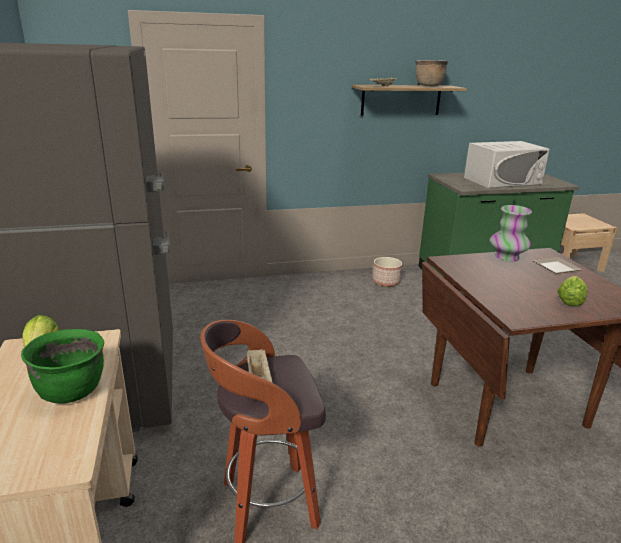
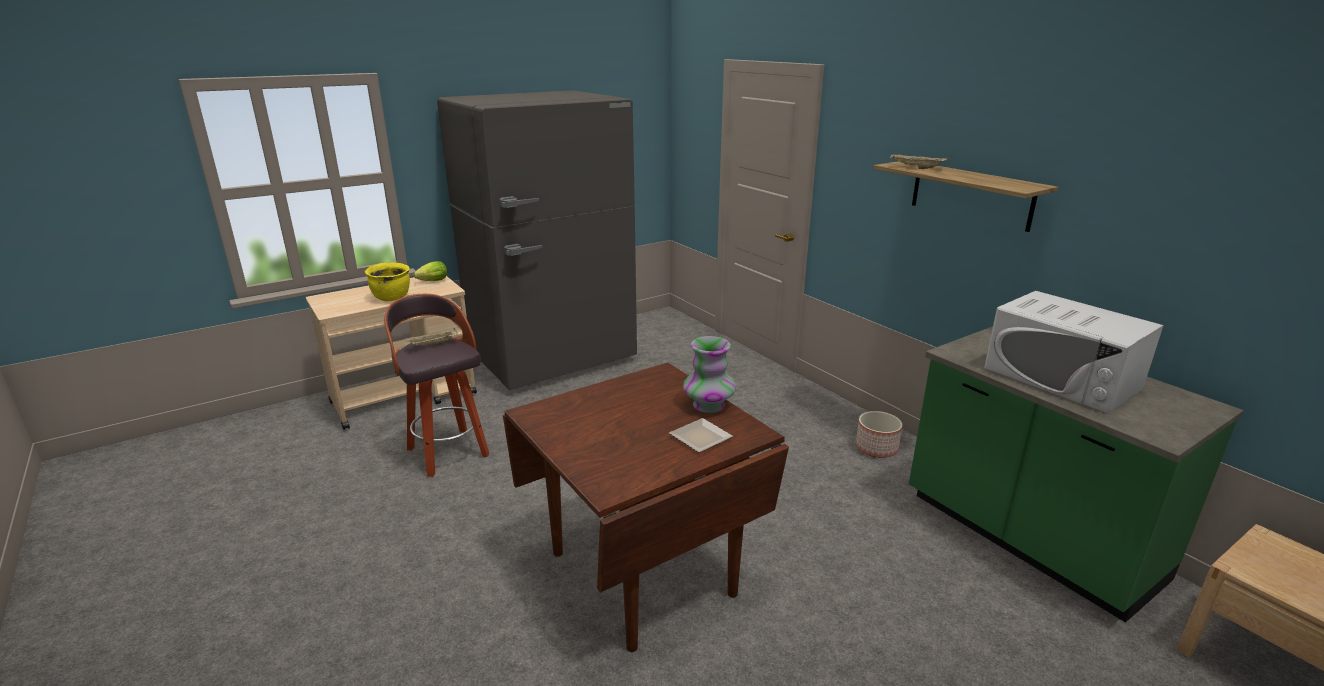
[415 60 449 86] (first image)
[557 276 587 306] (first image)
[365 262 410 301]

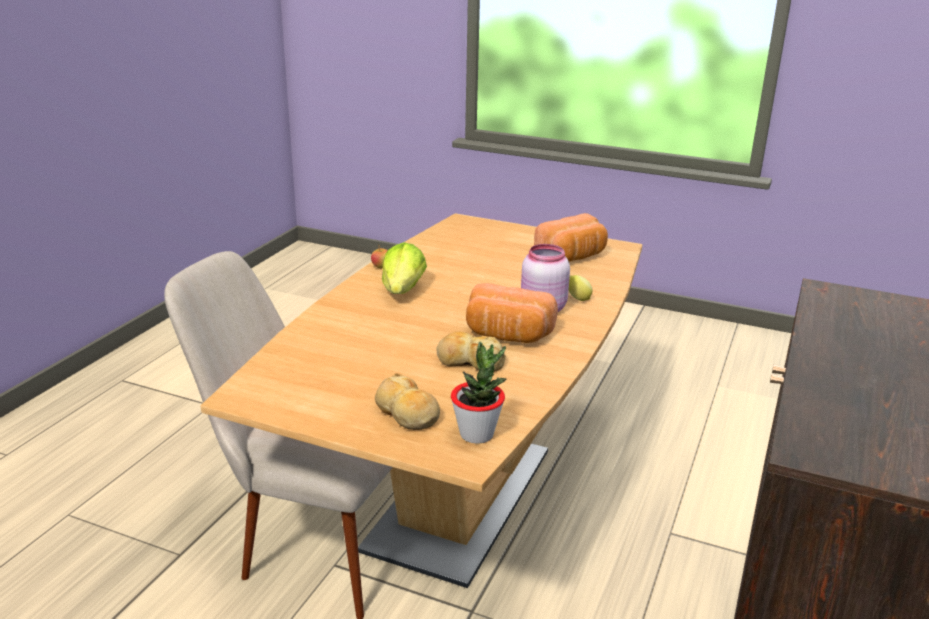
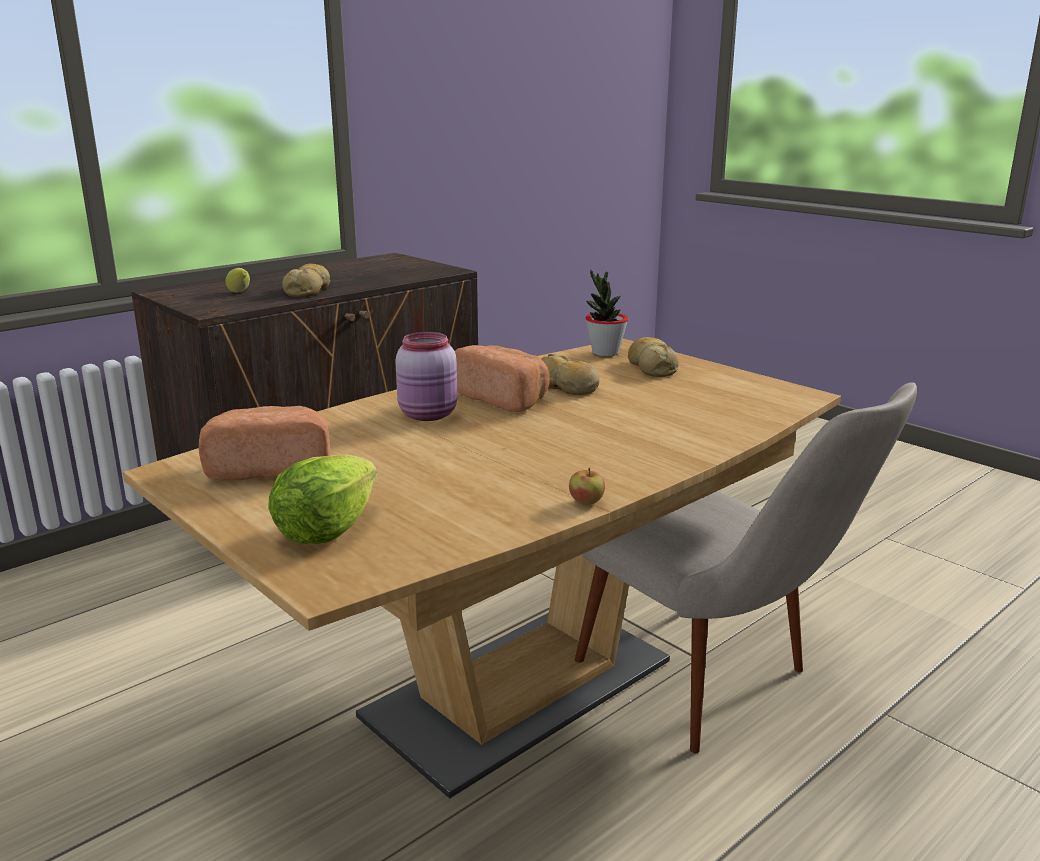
[268 454 377 544]
[225 268 250 293]
[282 264 330 297]

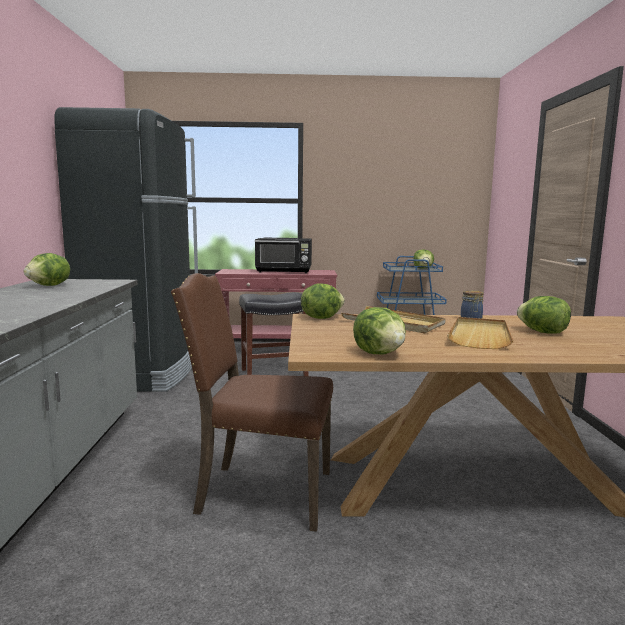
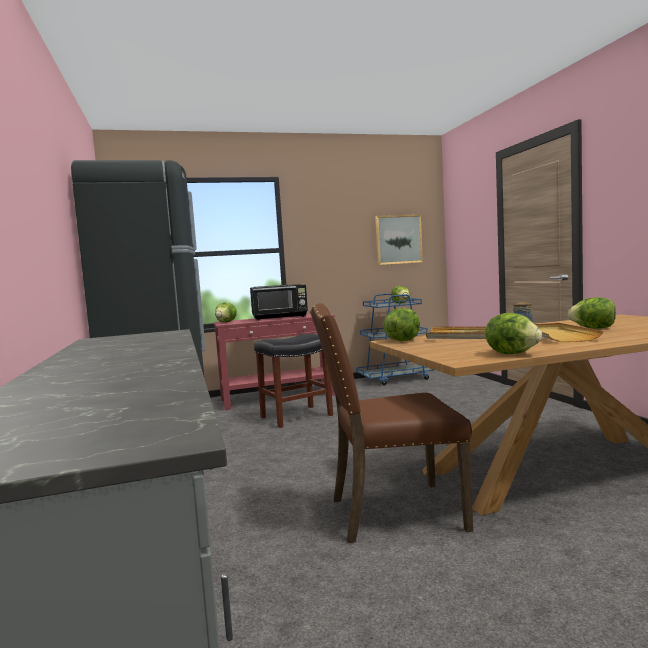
[215 303 237 322]
[375 214 423 265]

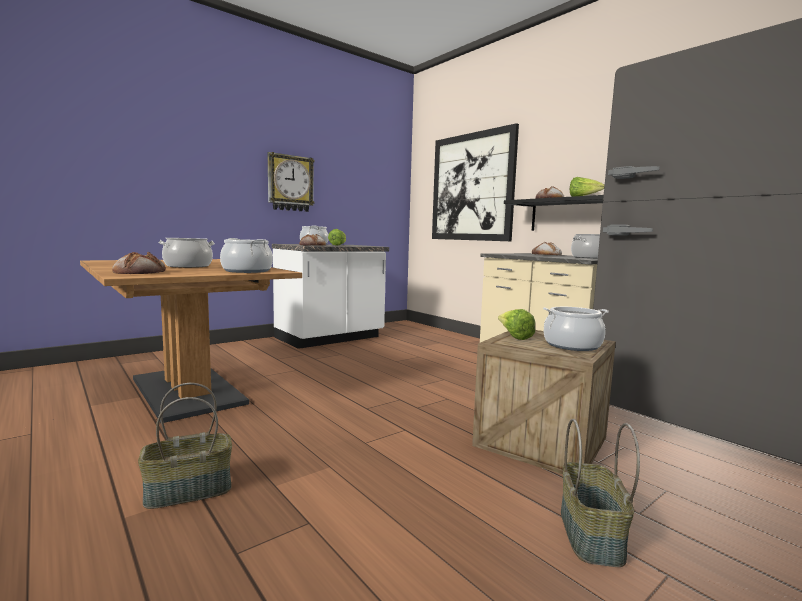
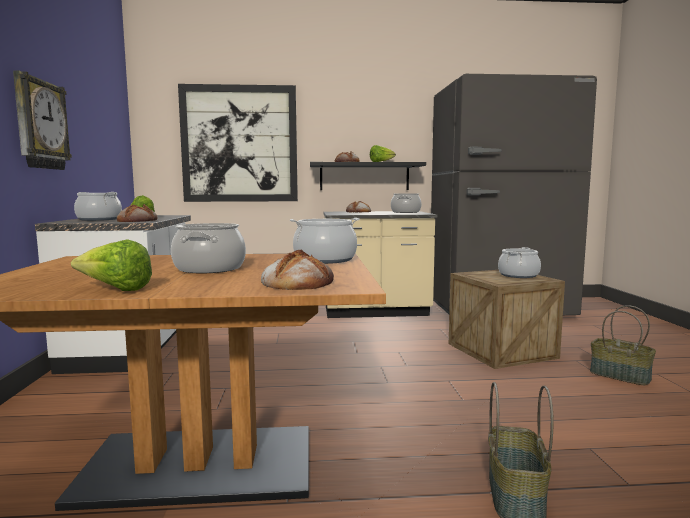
[71 239 152 291]

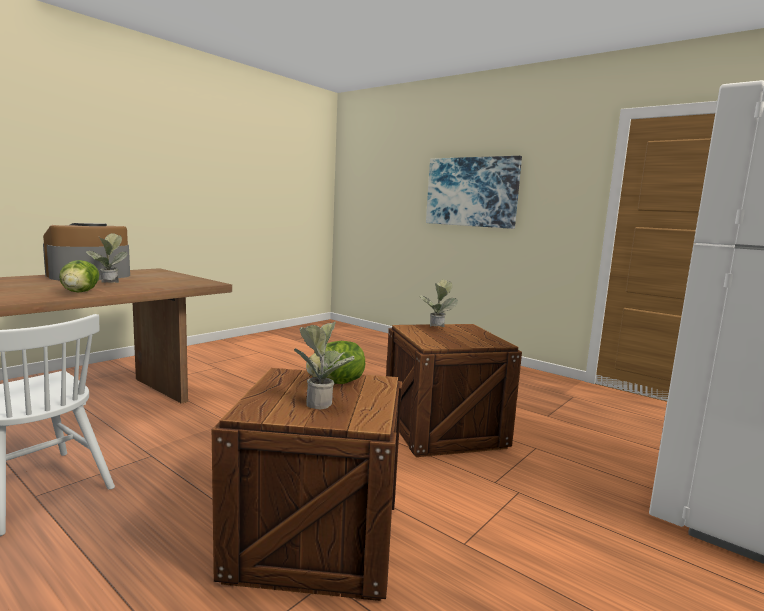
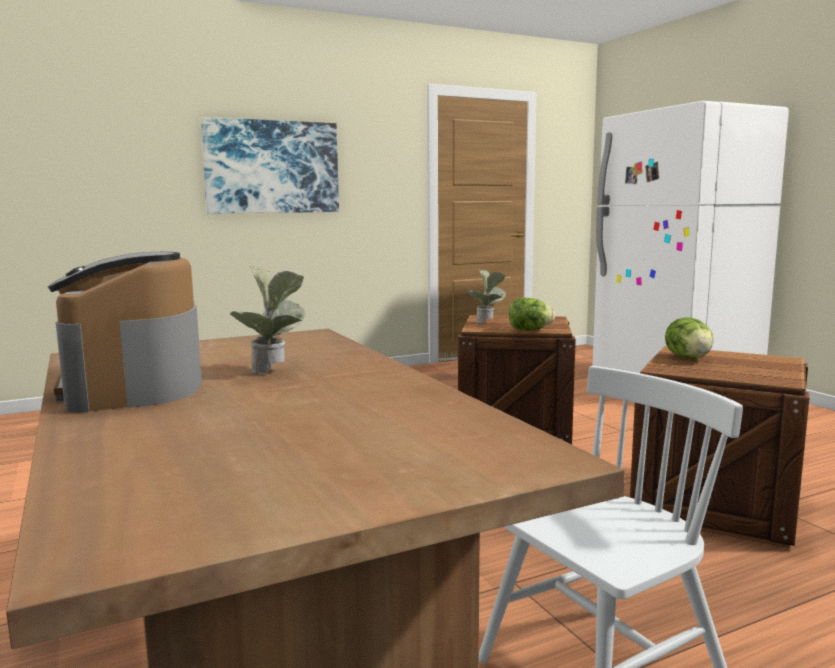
[509 298 555 331]
[294 321 354 409] (first image)

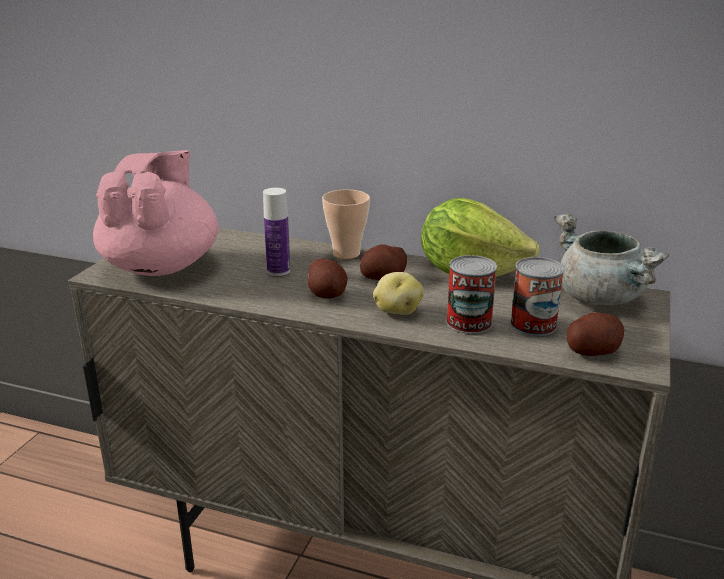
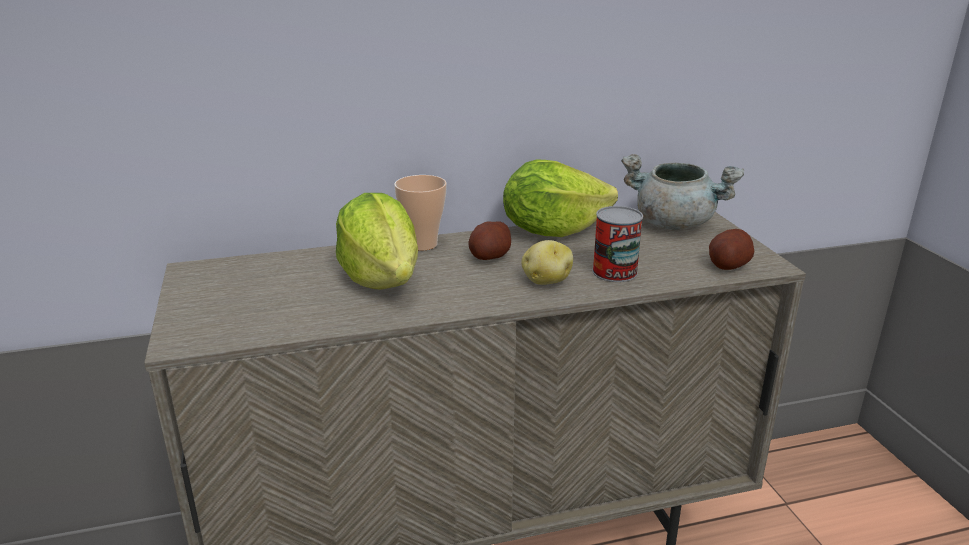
[93 150 218 276] (first image)
[336 193 418 290]
[510 257 564 336] (first image)
[308 259 348 299] (first image)

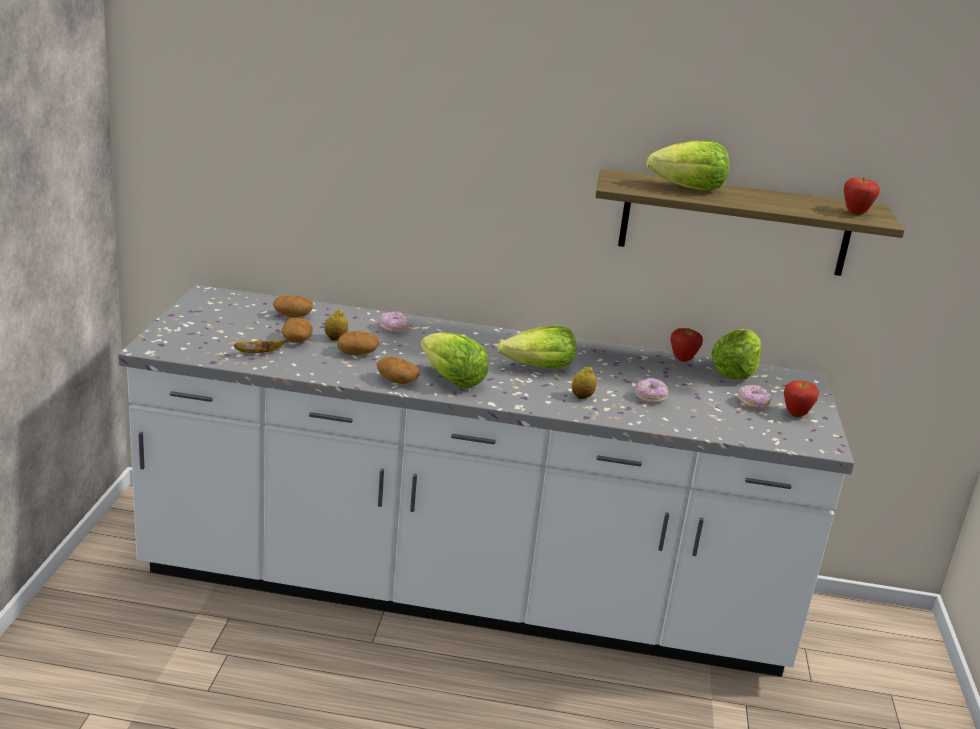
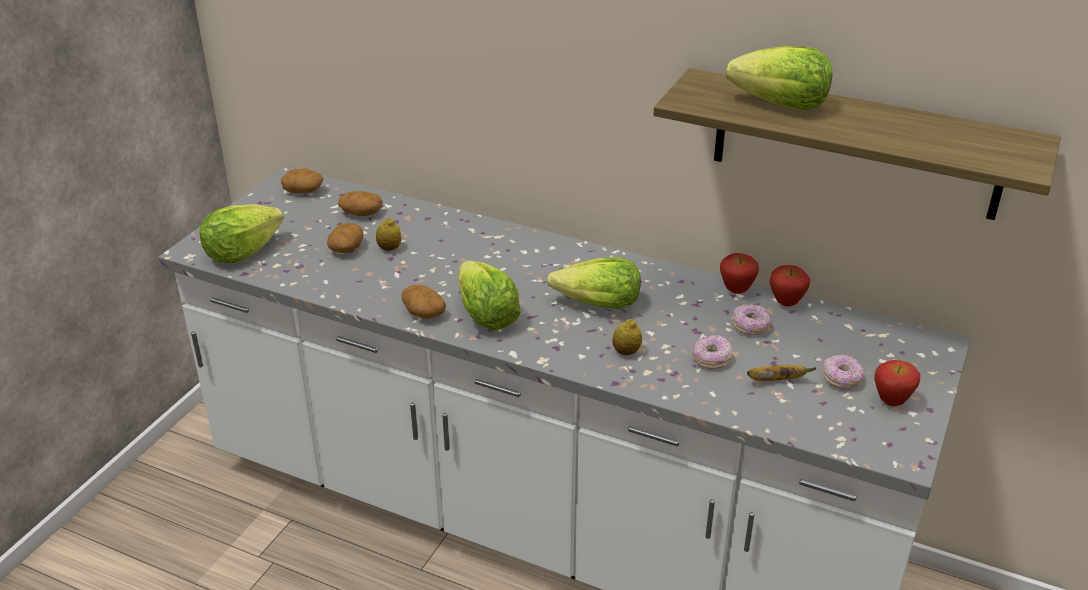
[720 253 759 294]
[733 304 771 335]
[200 204 284 263]
[281 168 323 193]
[747 365 816 381]

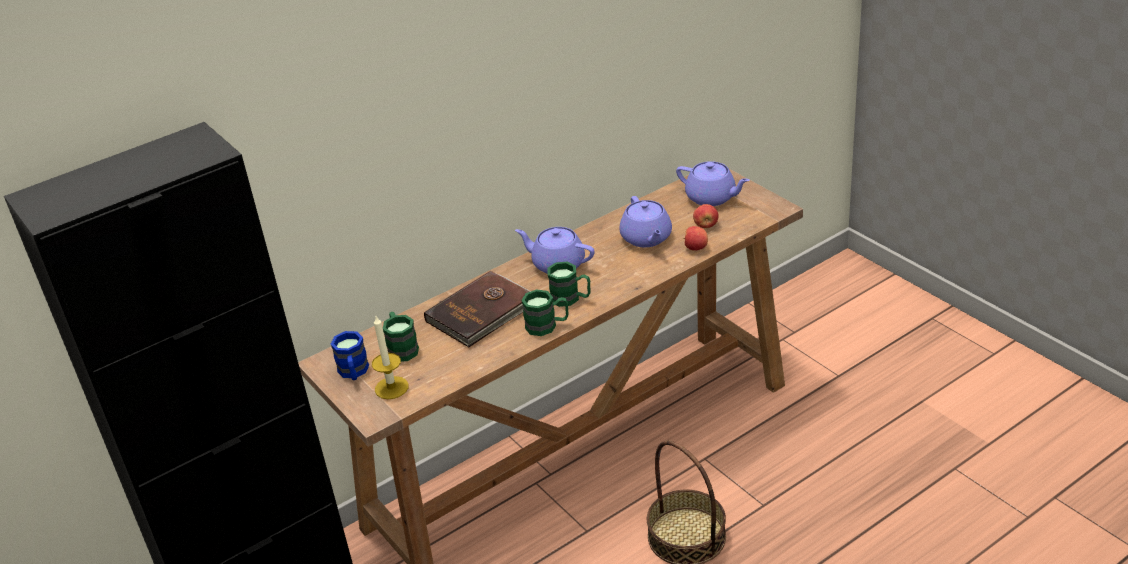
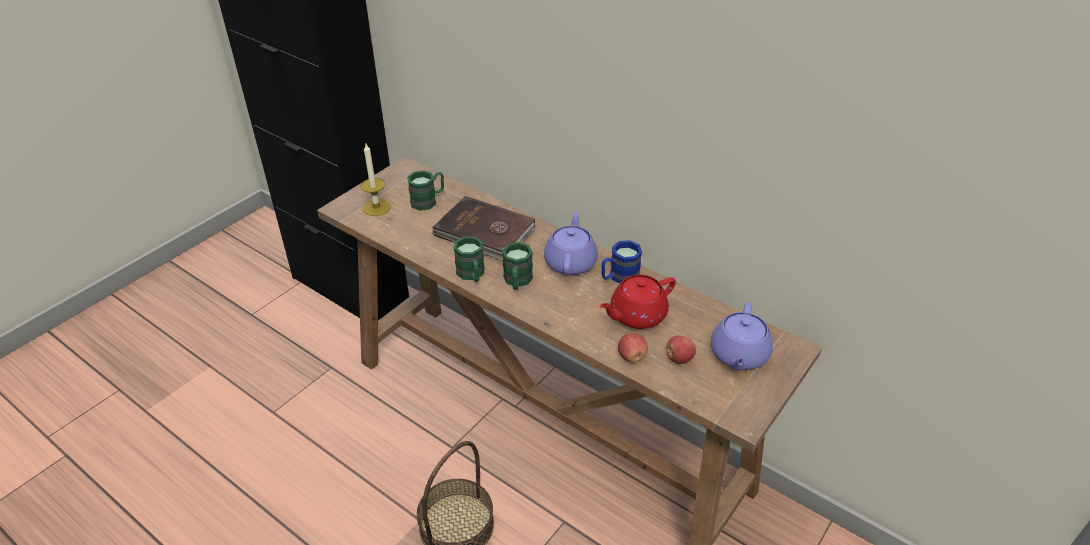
[599 275 676 329]
[601 240 642 284]

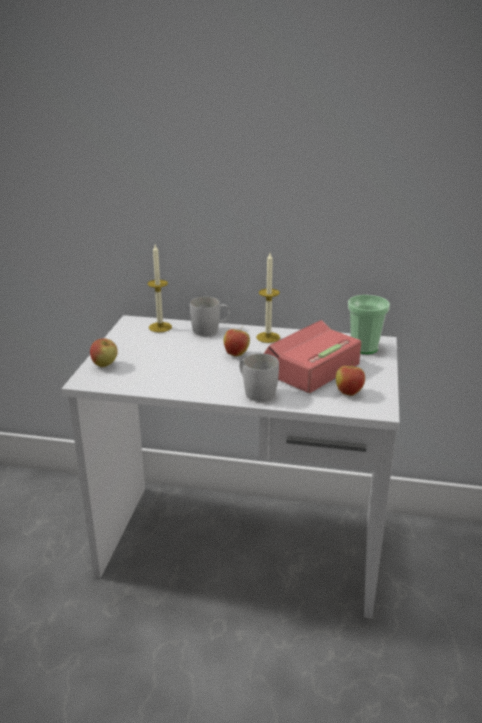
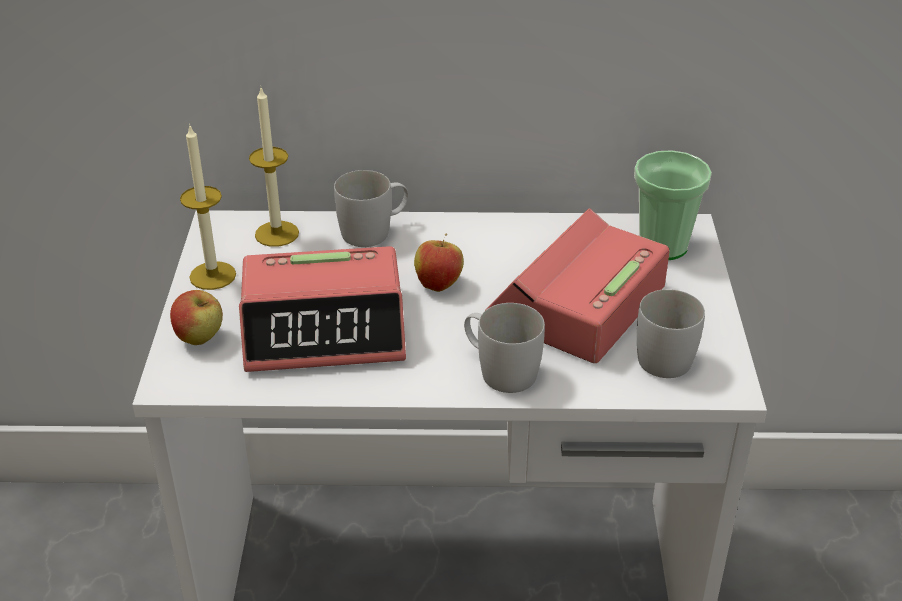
[180 124 236 290]
[637 289 705 378]
[239 246 406 372]

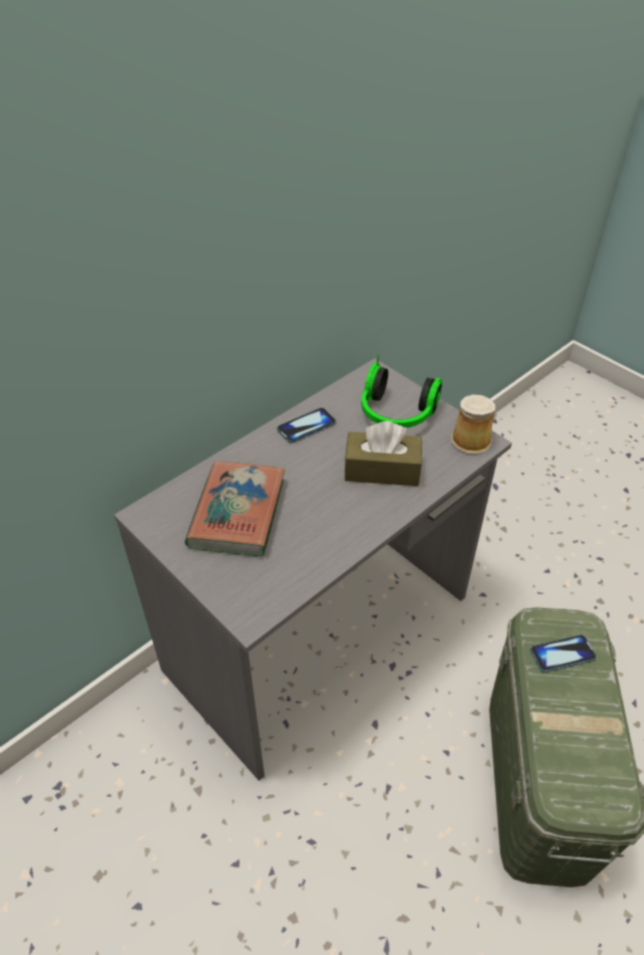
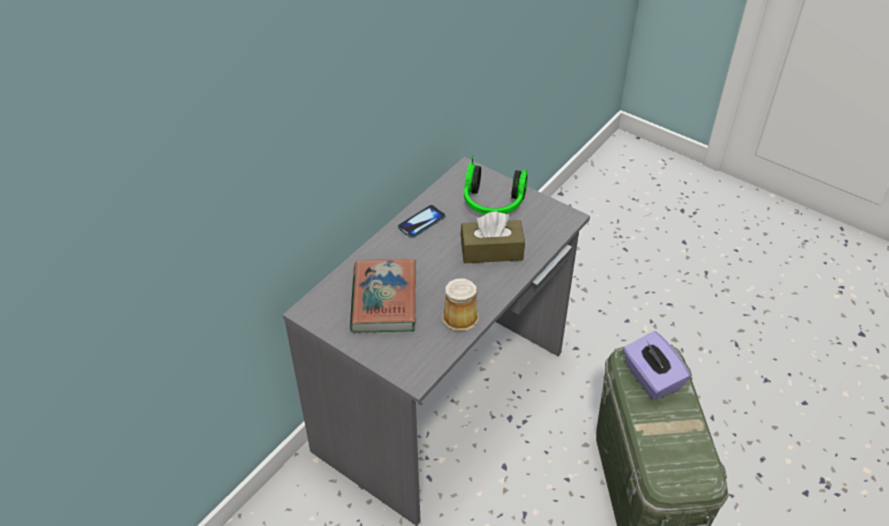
[442 279 479 331]
[623 331 690 400]

